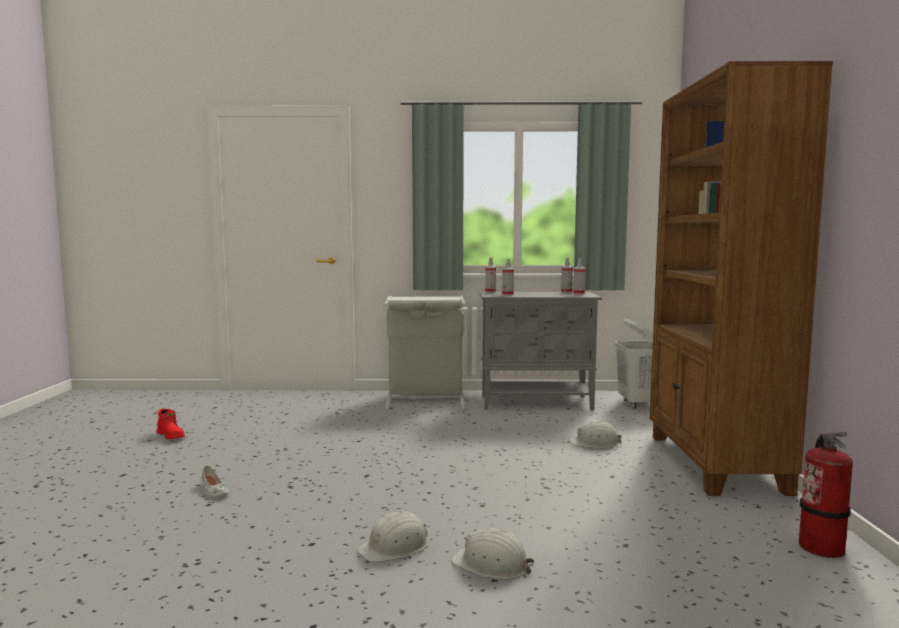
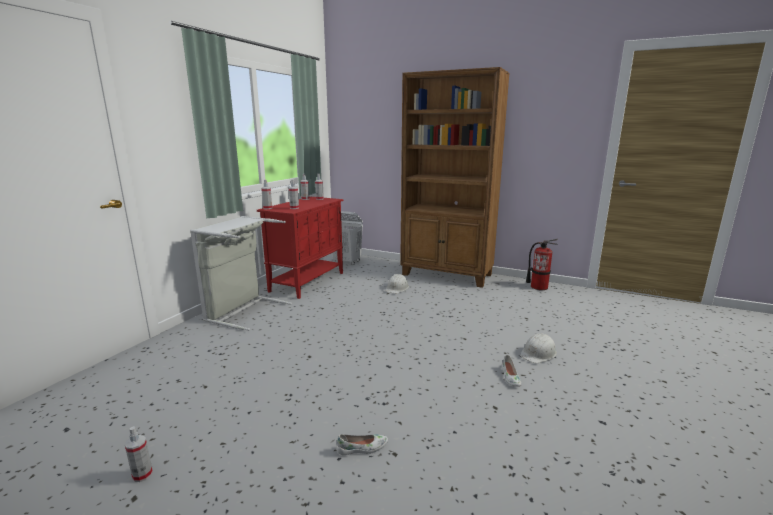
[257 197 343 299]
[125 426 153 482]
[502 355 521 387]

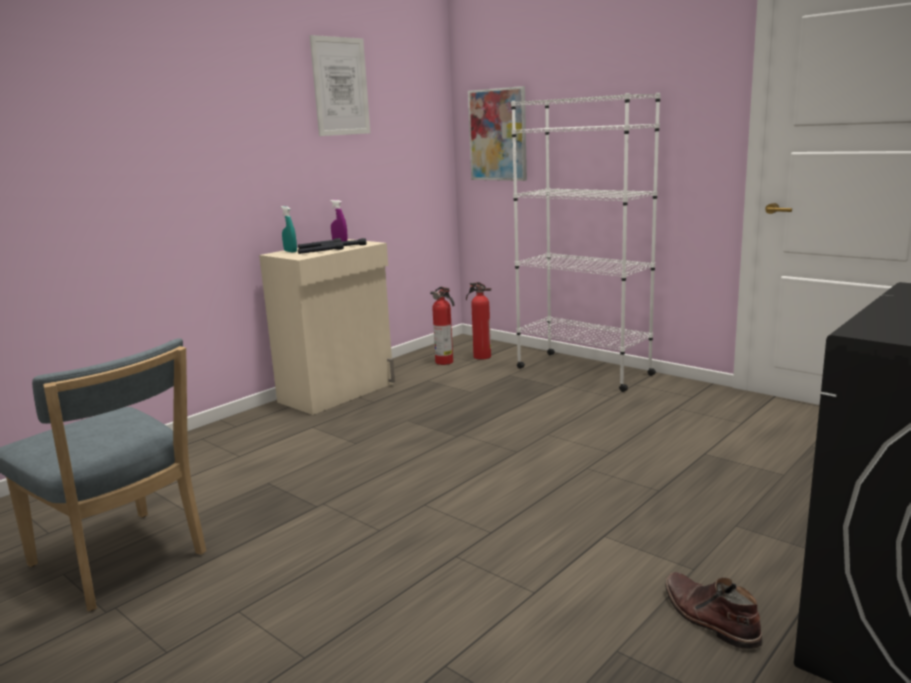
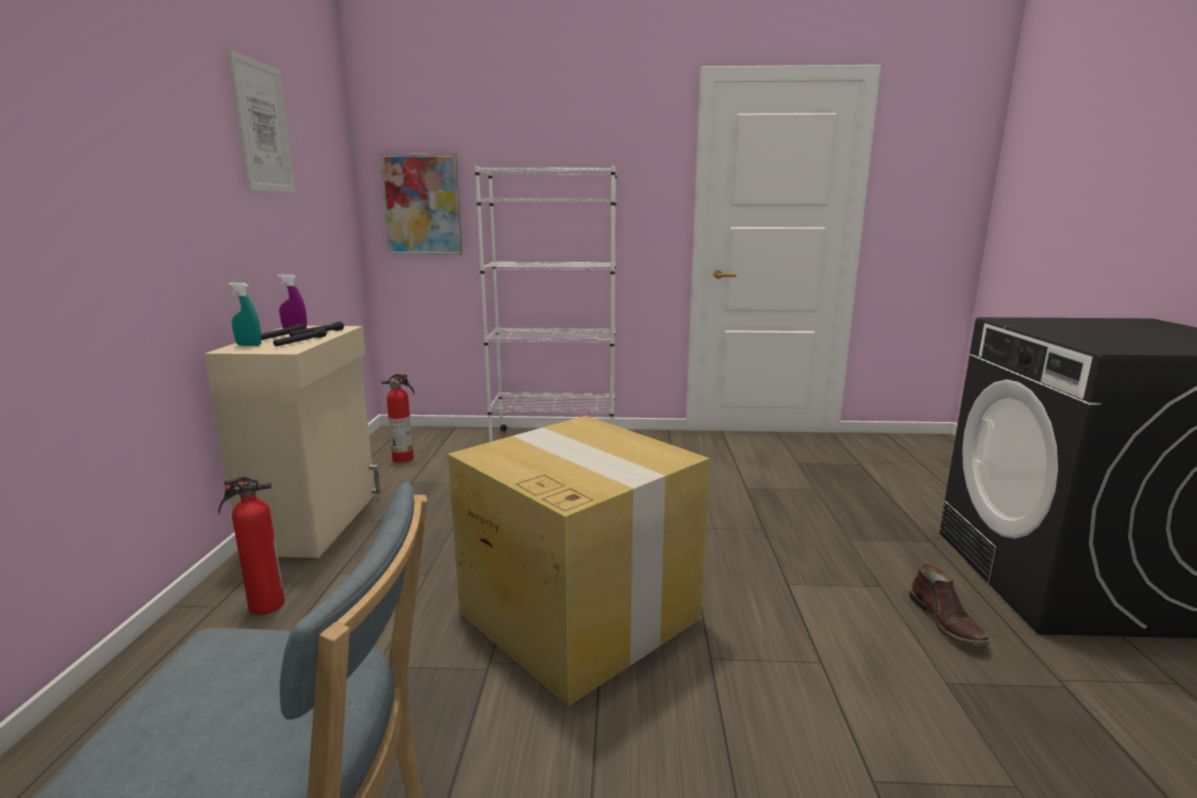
[219 477 285 615]
[909 564 990 646]
[448 416 710 707]

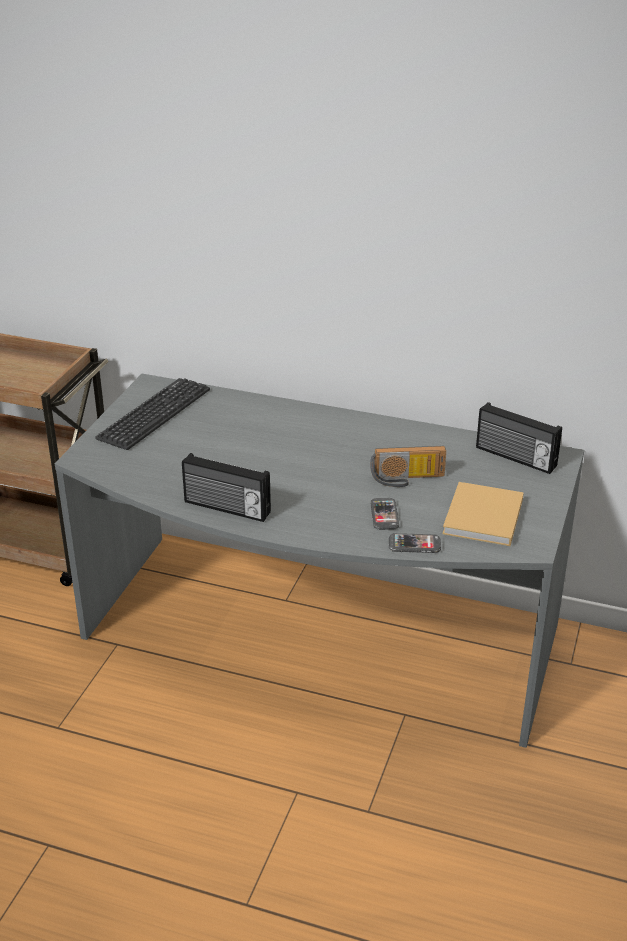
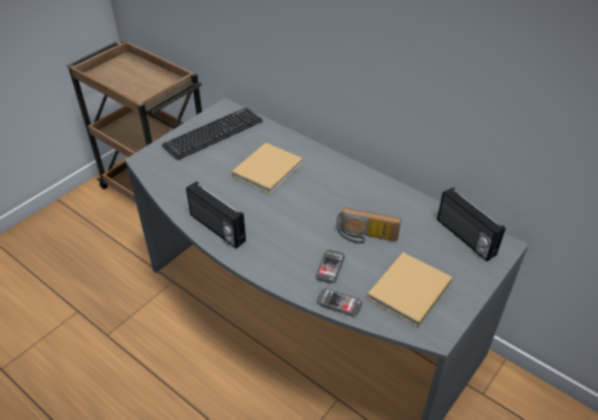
[232 143 303 194]

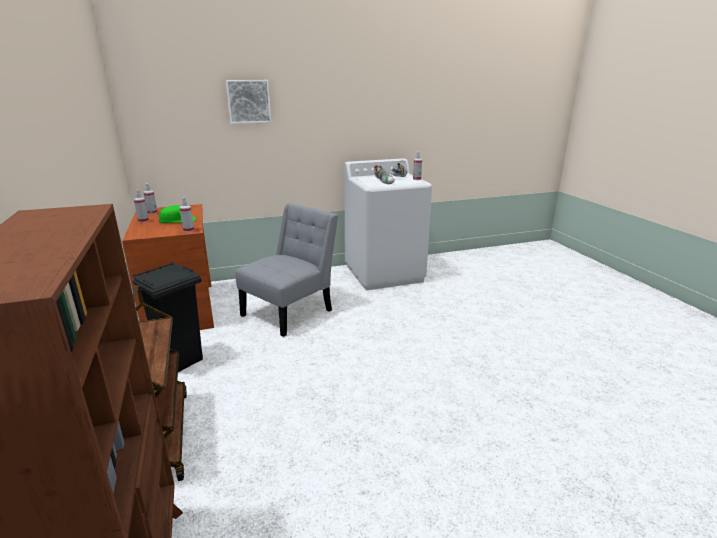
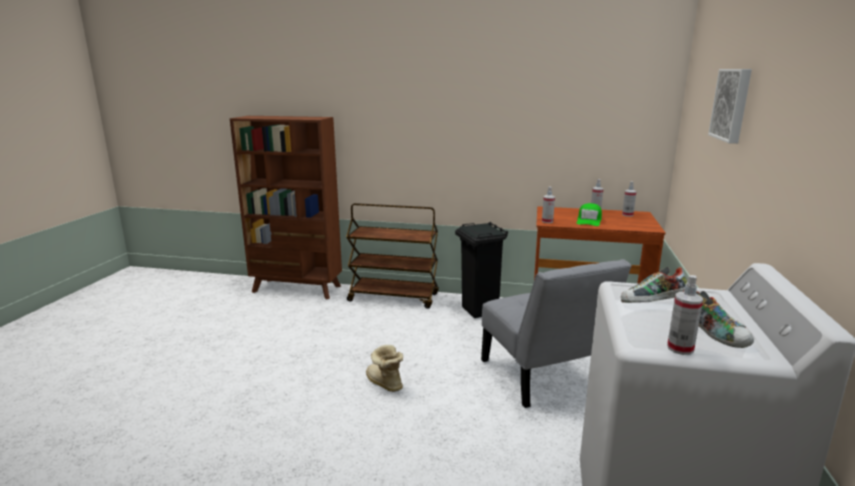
[366 345 403 392]

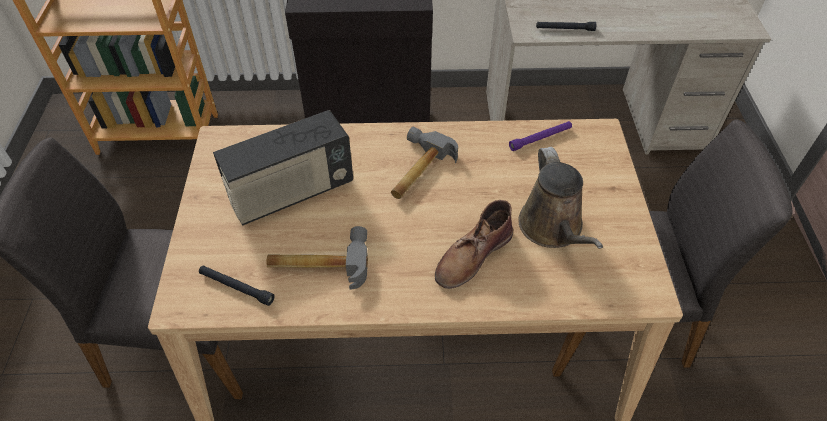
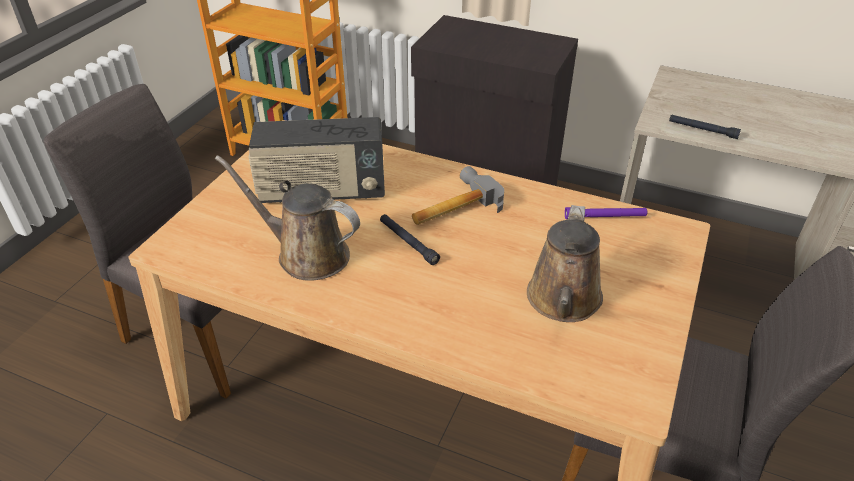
[435 200 513 289] (first image)
[215 155 360 281]
[380 214 440 265]

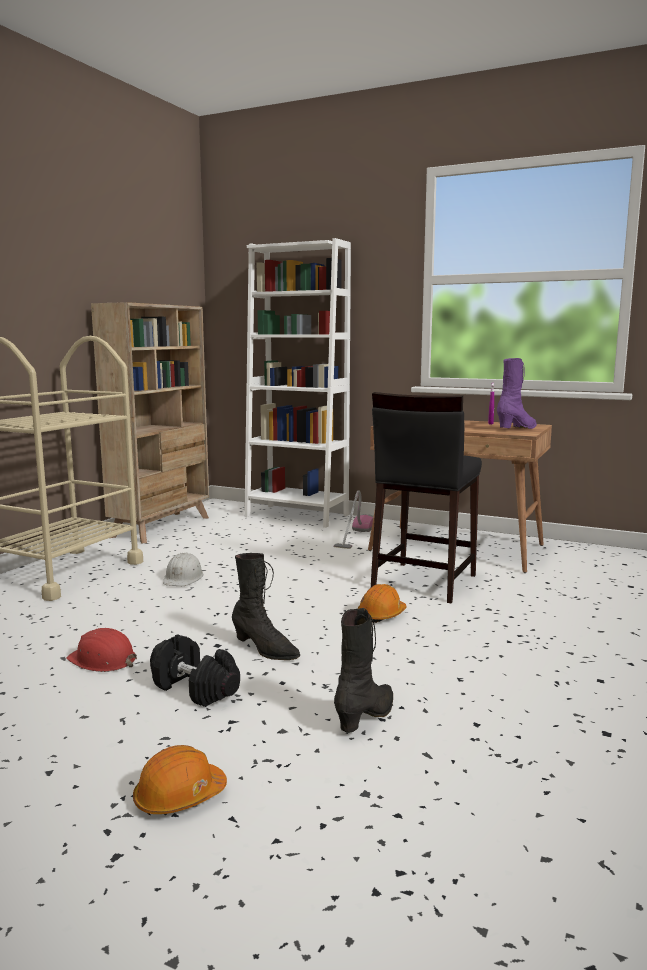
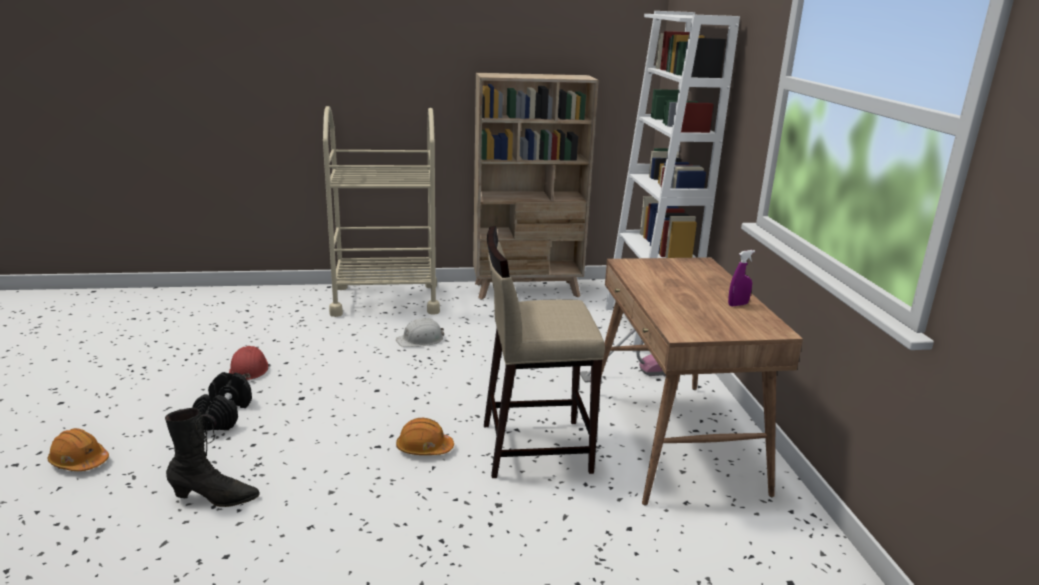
[497 358 537 429] (first image)
[484 226 605 478]
[232 553 300 660] (first image)

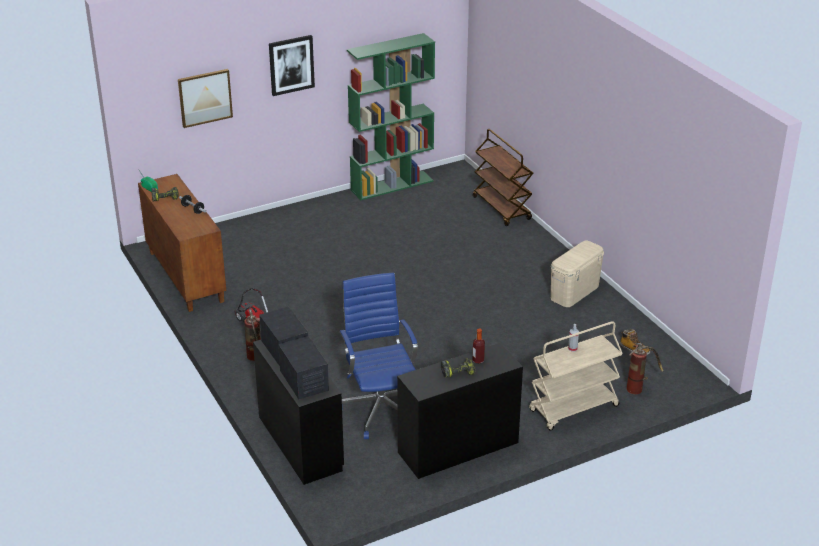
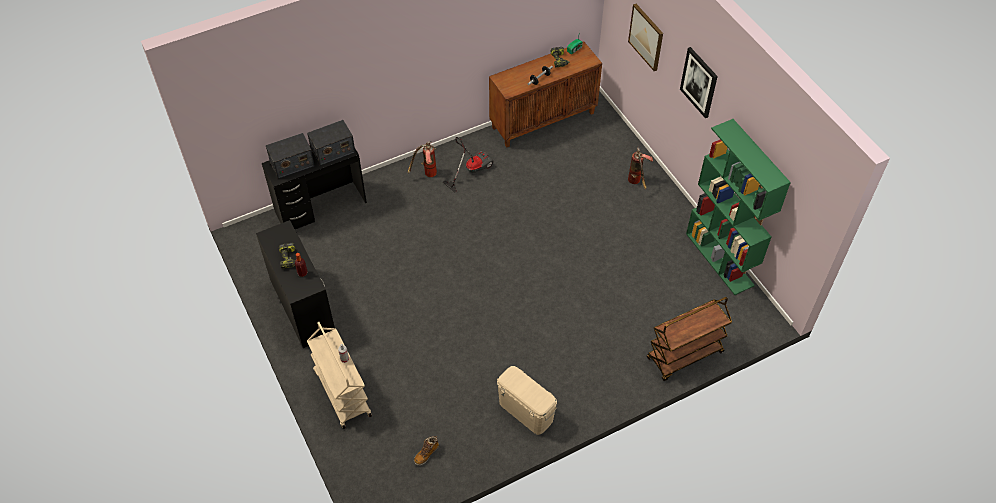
[340 273 418 439] (first image)
[628 147 653 190]

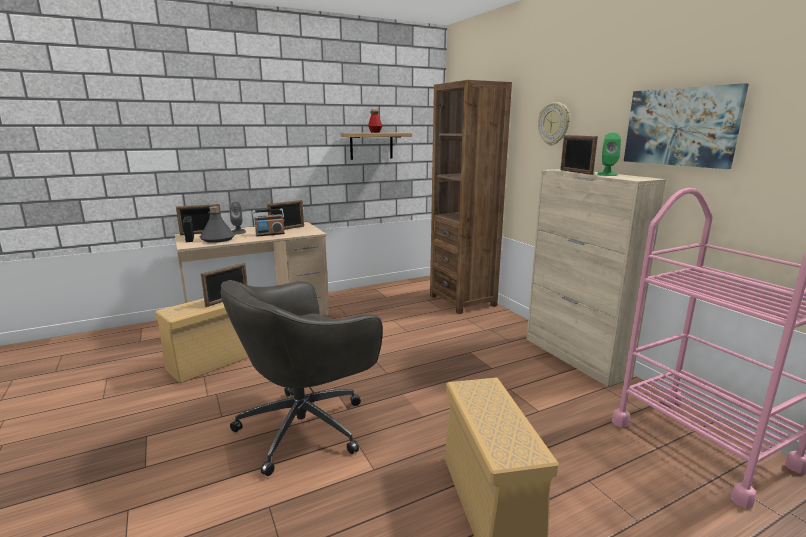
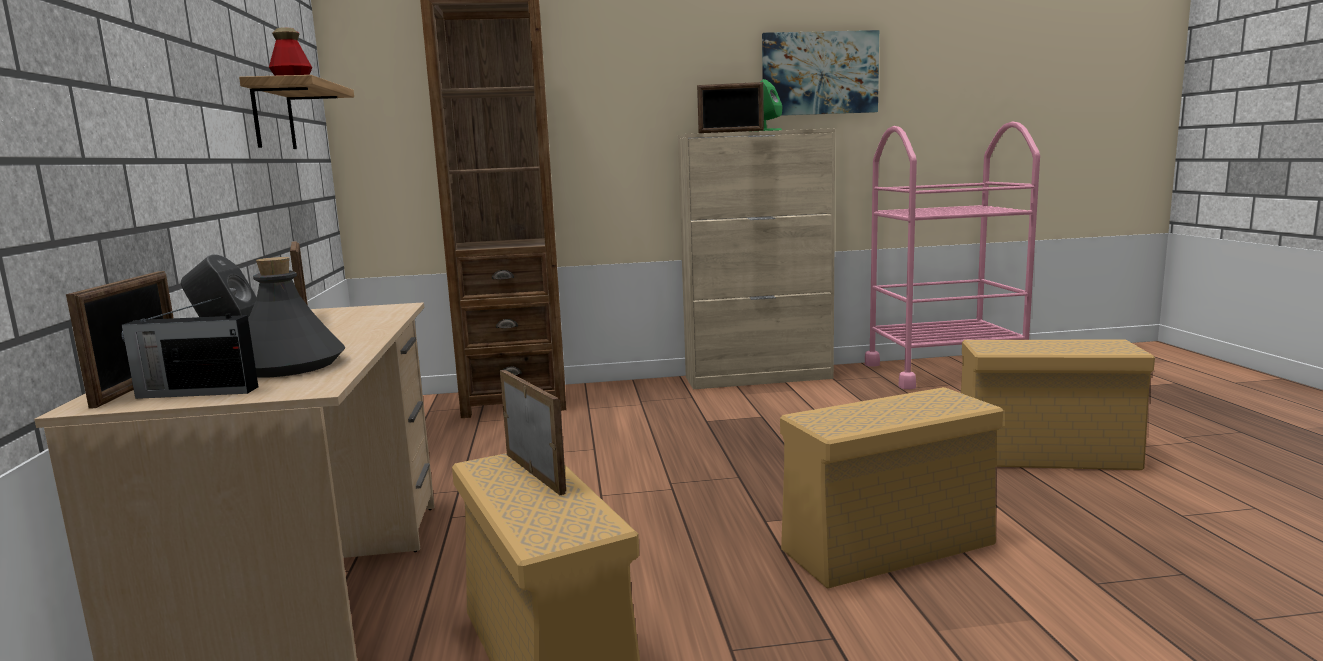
[538 102 570 145] (first image)
[252 208 285 237] (first image)
[780 387 1003 589]

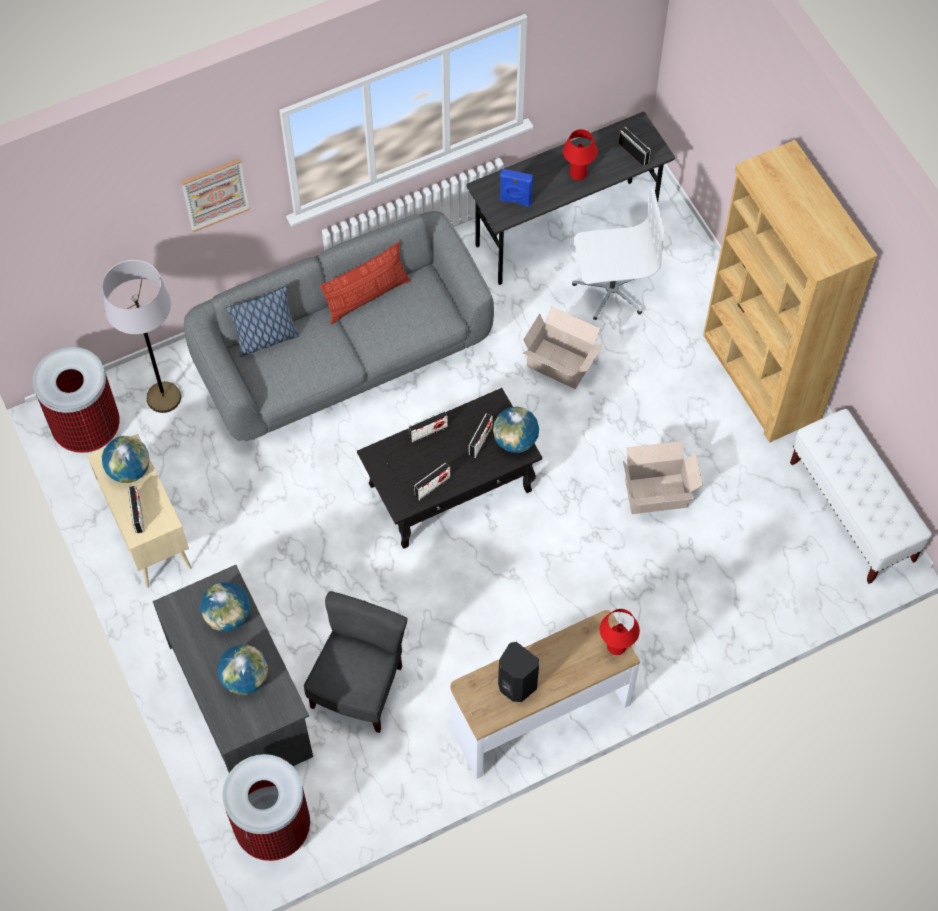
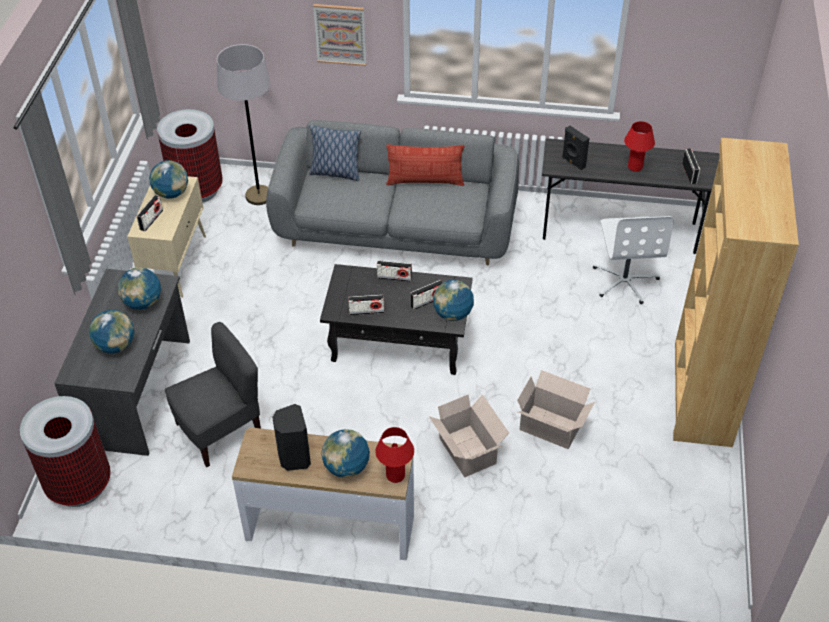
[562 126 590 170]
[593 216 674 304]
[429 394 509 477]
[790 409 932 584] (first image)
[321 429 370 478]

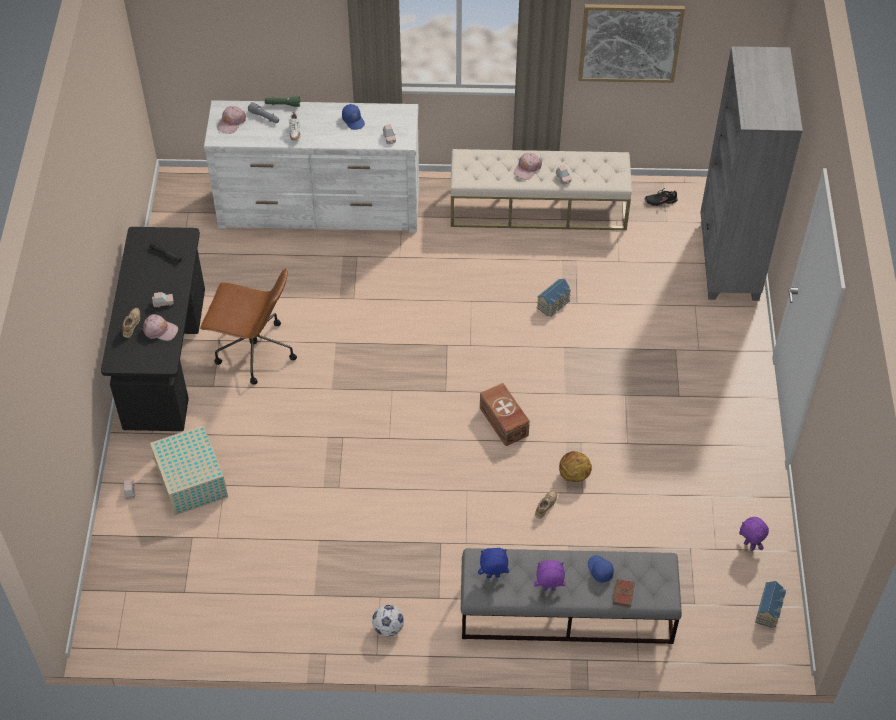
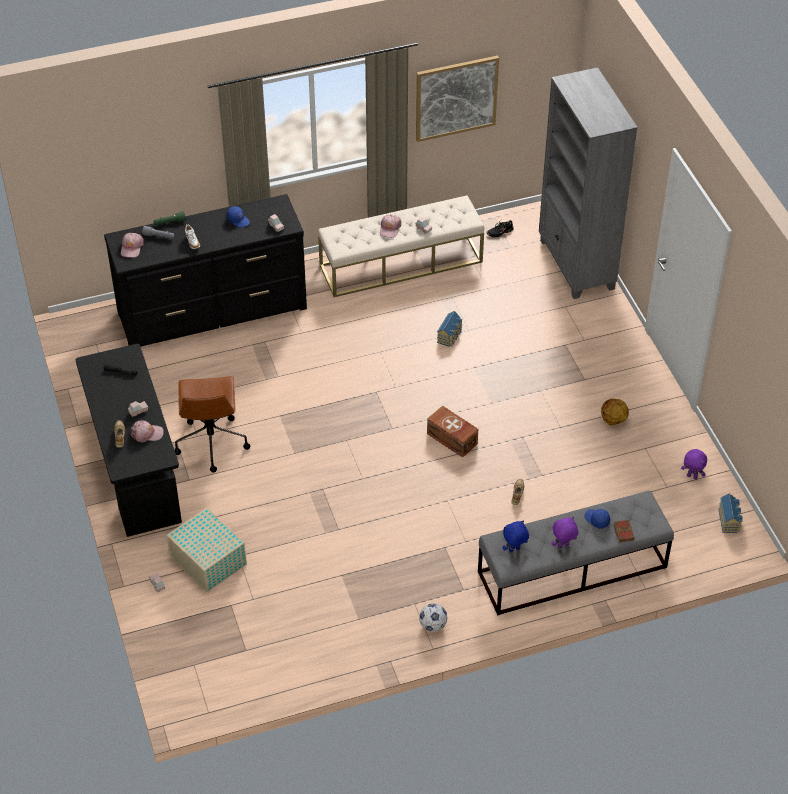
[104 194 307 346]
[175 376 251 473]
[601 399 629 426]

